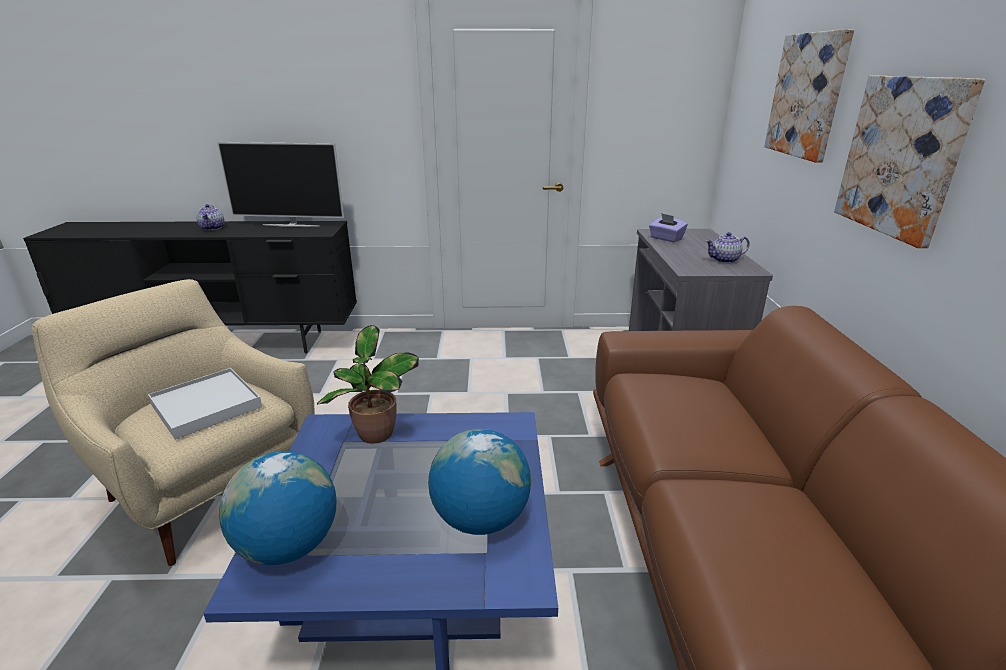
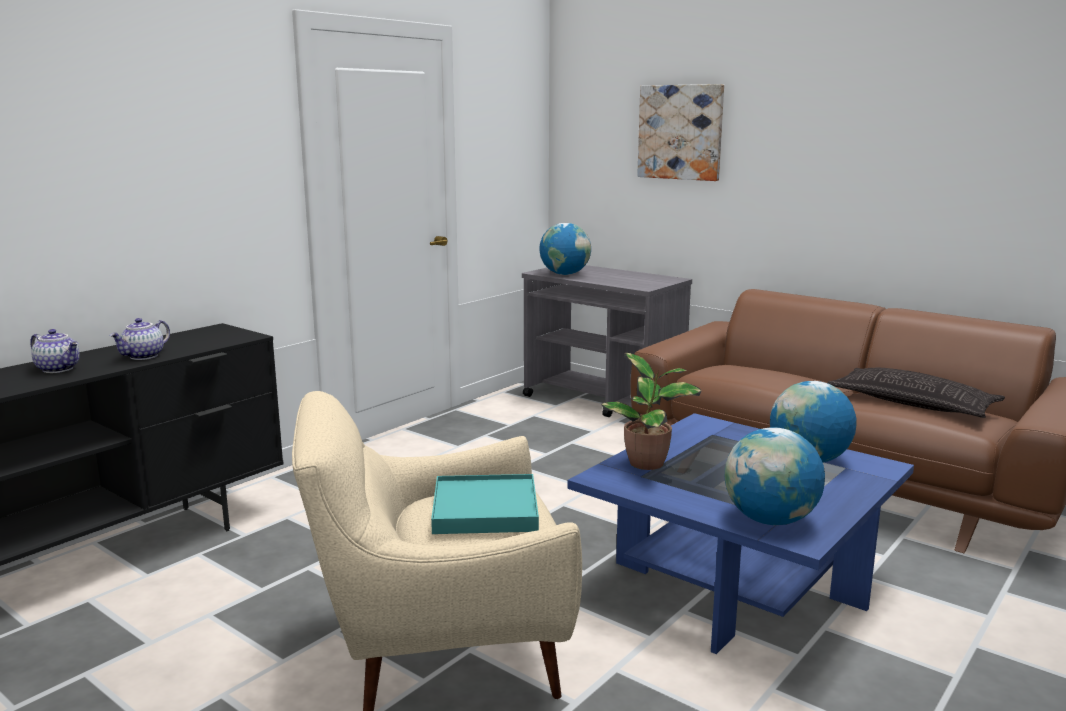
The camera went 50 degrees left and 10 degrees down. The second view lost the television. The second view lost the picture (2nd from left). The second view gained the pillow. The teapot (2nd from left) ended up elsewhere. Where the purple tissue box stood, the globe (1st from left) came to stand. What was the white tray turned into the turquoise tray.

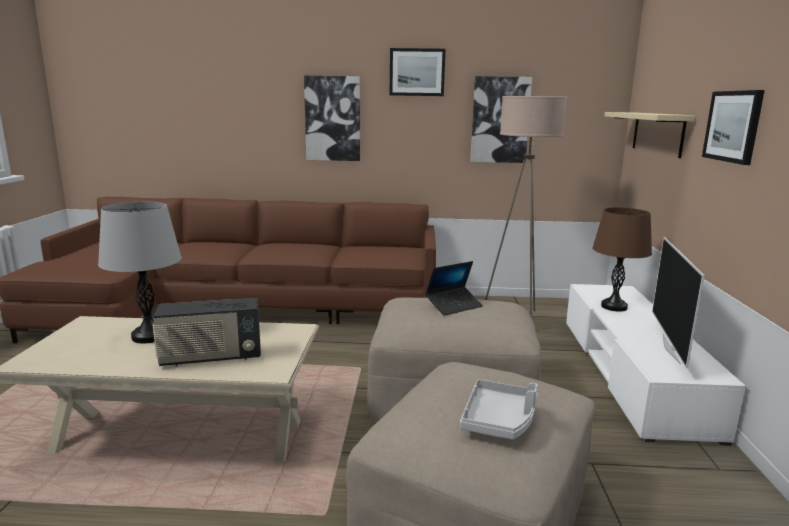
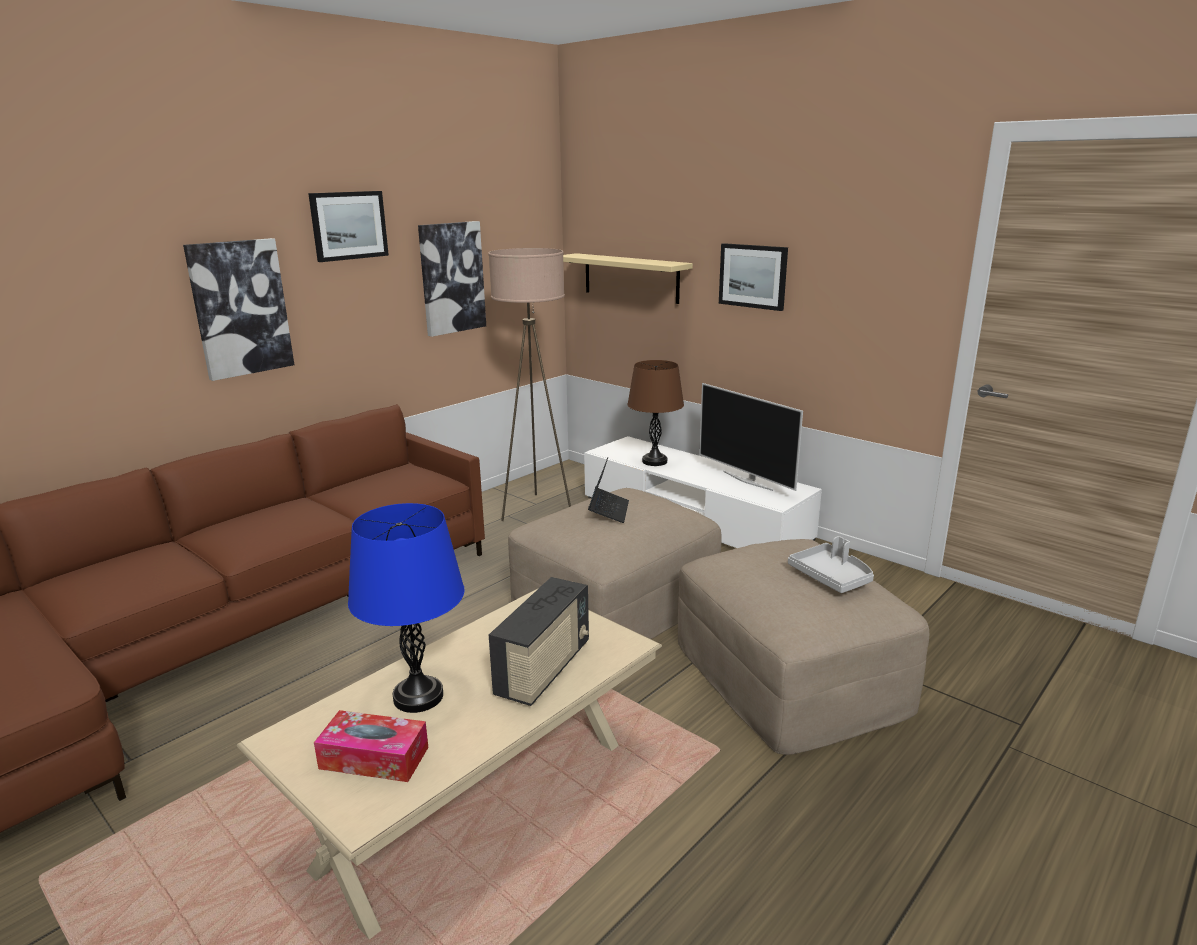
The camera went 50 degrees left and 5 degrees up. The second view gained the tissue box. What was the grey table lamp turned into the blue table lamp.

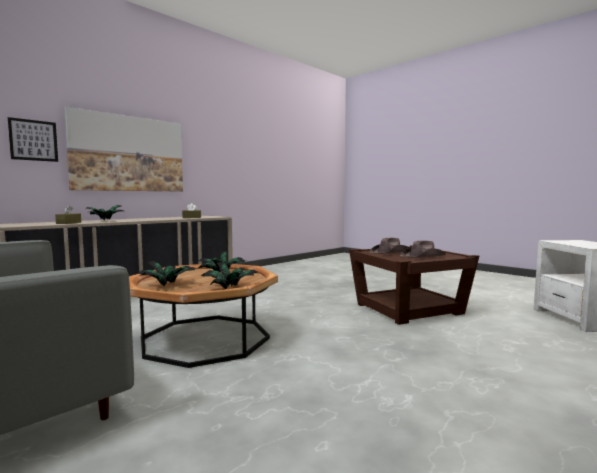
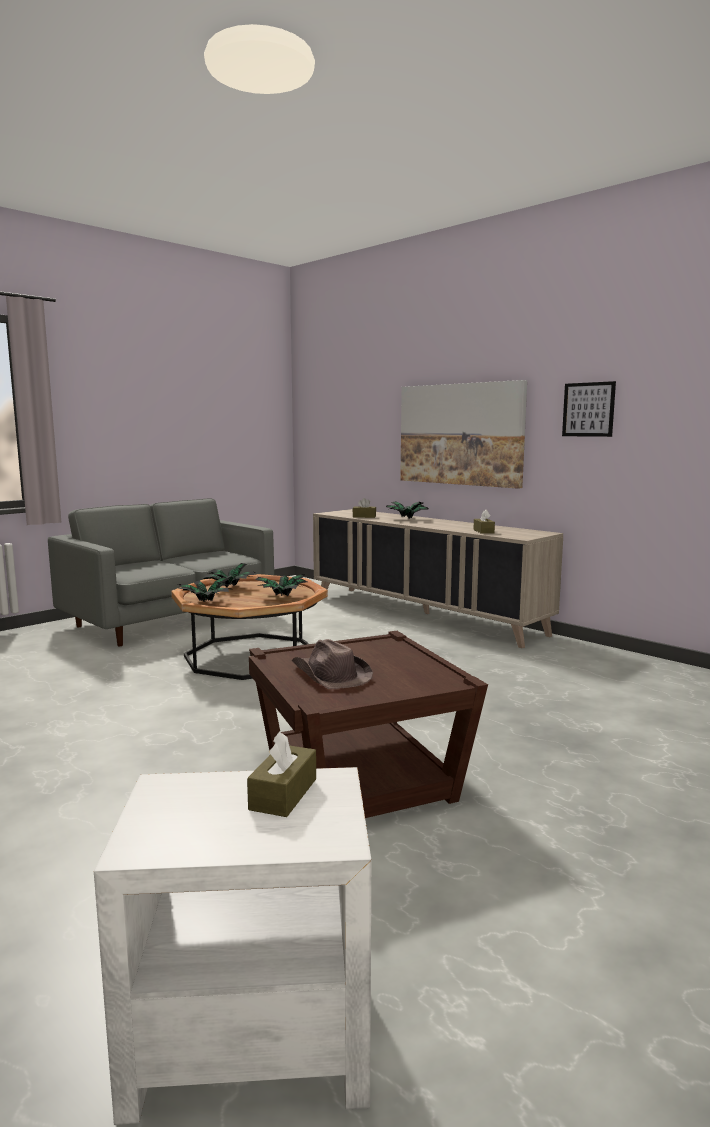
The camera went 90 degrees right and 5 degrees up. The second view lost the brown hat (1st from left). The second view gained the brown tissue box (1st from left). The picture (1st from left in the first image) ended up elsewhere.

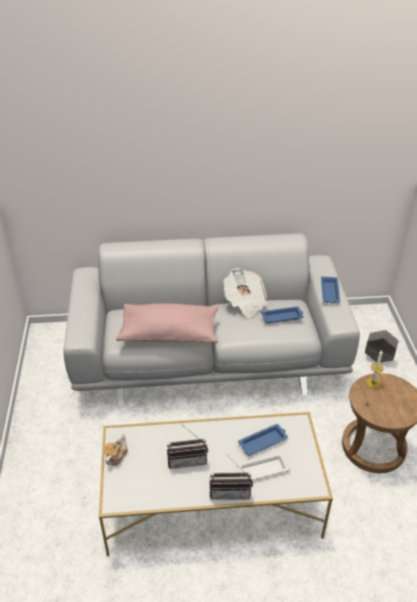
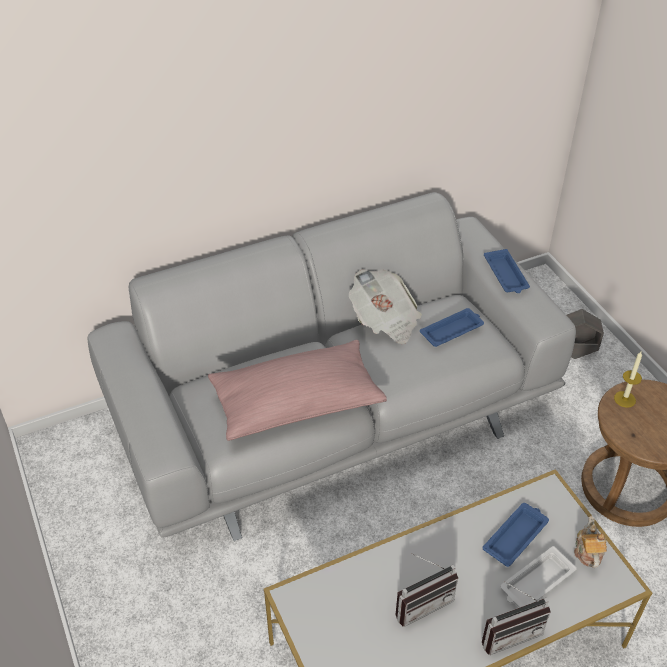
The camera went 20 degrees left and 5 degrees up. The teapot ended up elsewhere.

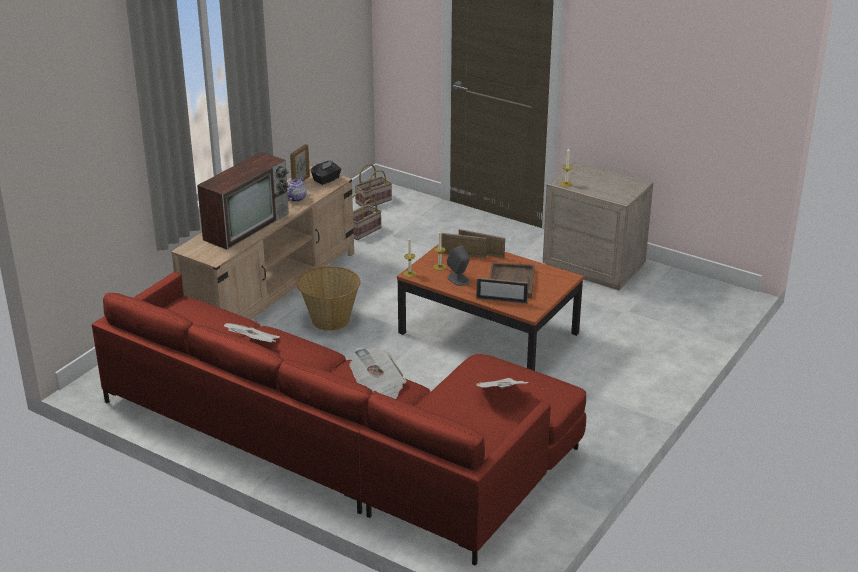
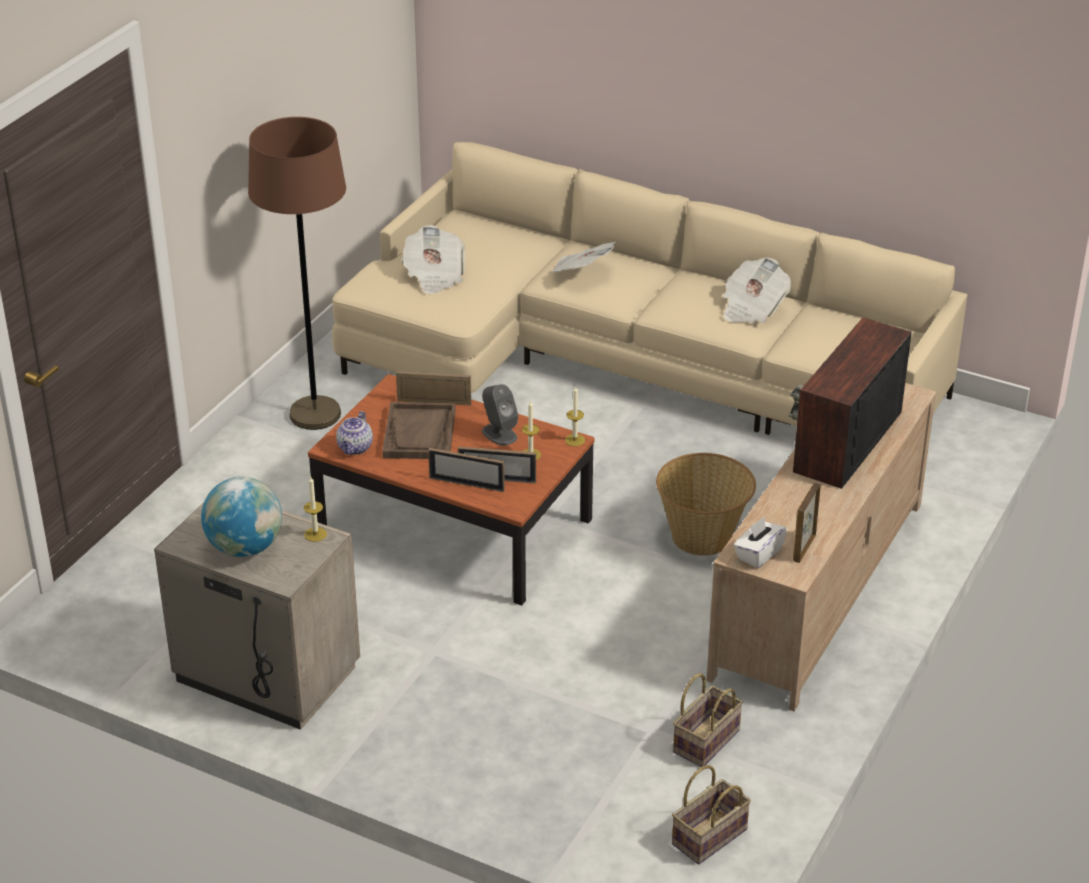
The camera went 175 degrees right and 5 degrees up. The second view gained the globe. The second view gained the brown floor lamp. The teapot ended up elsewhere. What was the red sofa turned into the beige sofa. What was the black tissue box turned into the white tissue box.

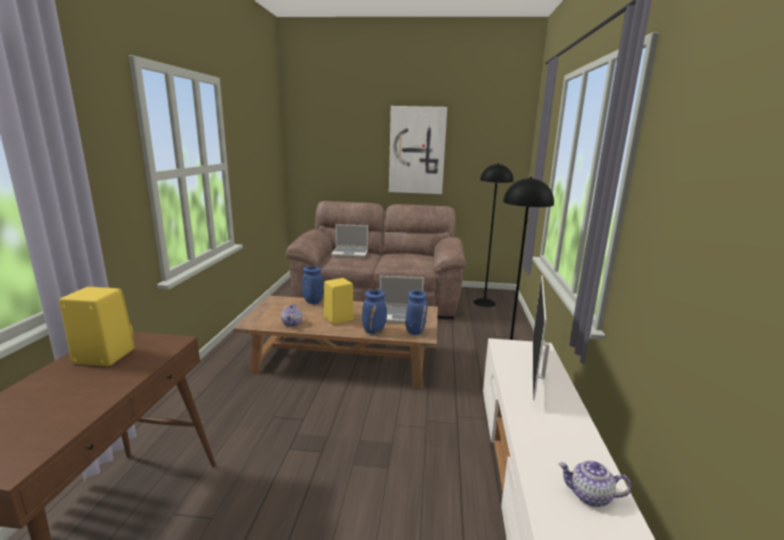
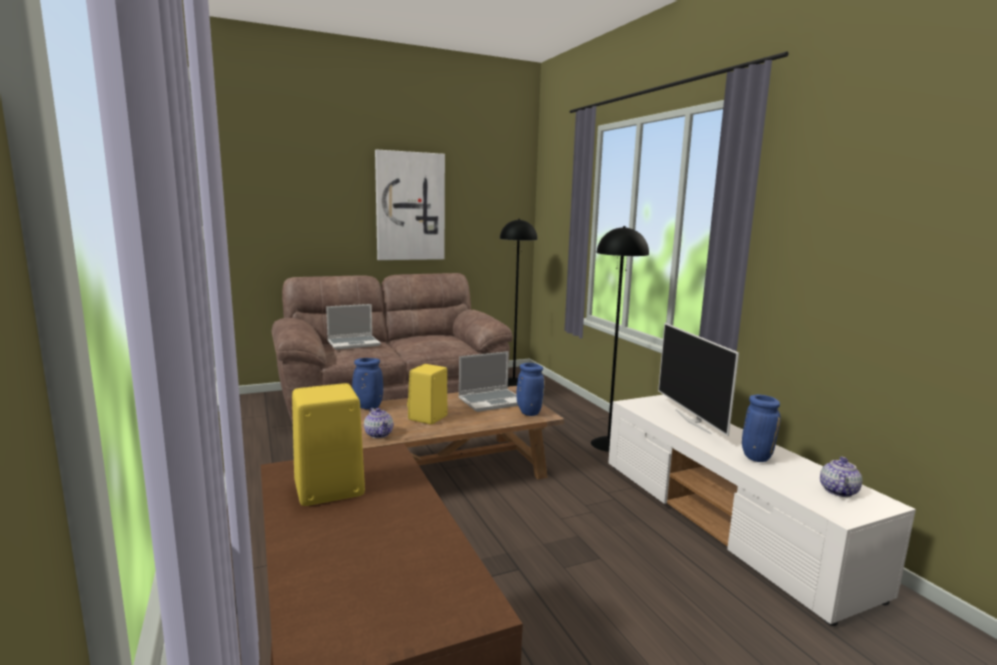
The camera went 30 degrees left and 5 degrees down. The blue vase (2nd from left in the first image) ended up elsewhere. The teapot (2nd from left) ended up facing another way, 135 degrees clockwise from before.

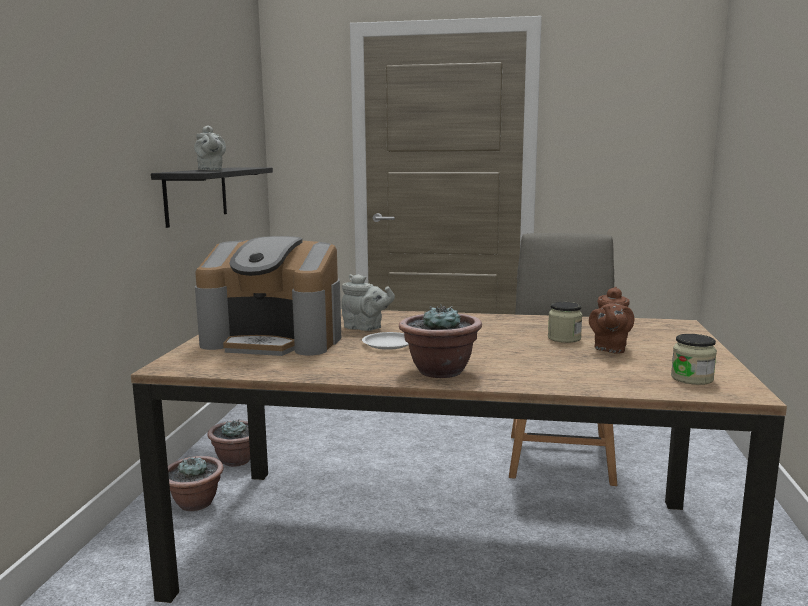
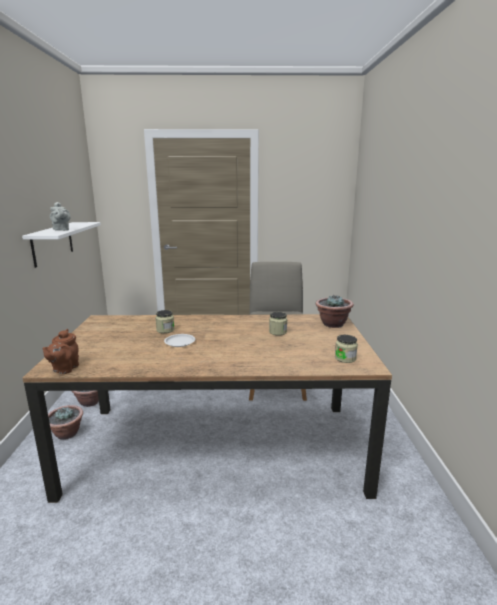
The camera went 10 degrees left and 5 degrees up. The second view lost the coffee machine. The potted plant (3rd from left) ended up elsewhere. The brown teapot ended up elsewhere. Where the grey teapot (2nd from left) stood, the jar (1st from left) came to stand. What was the black shelf turned into the white shelf.

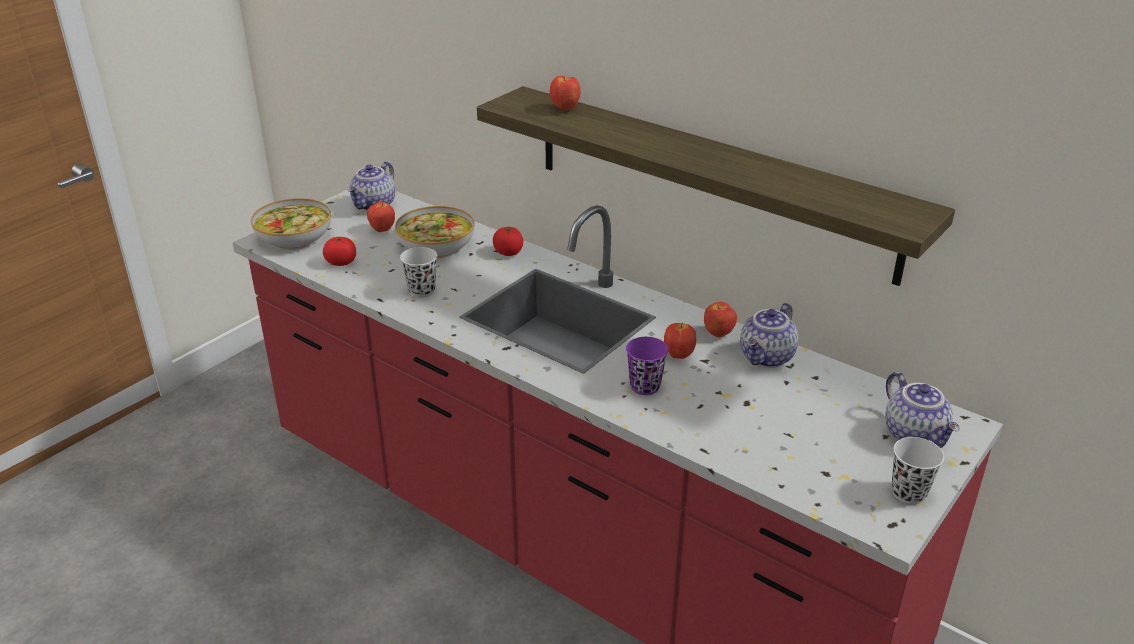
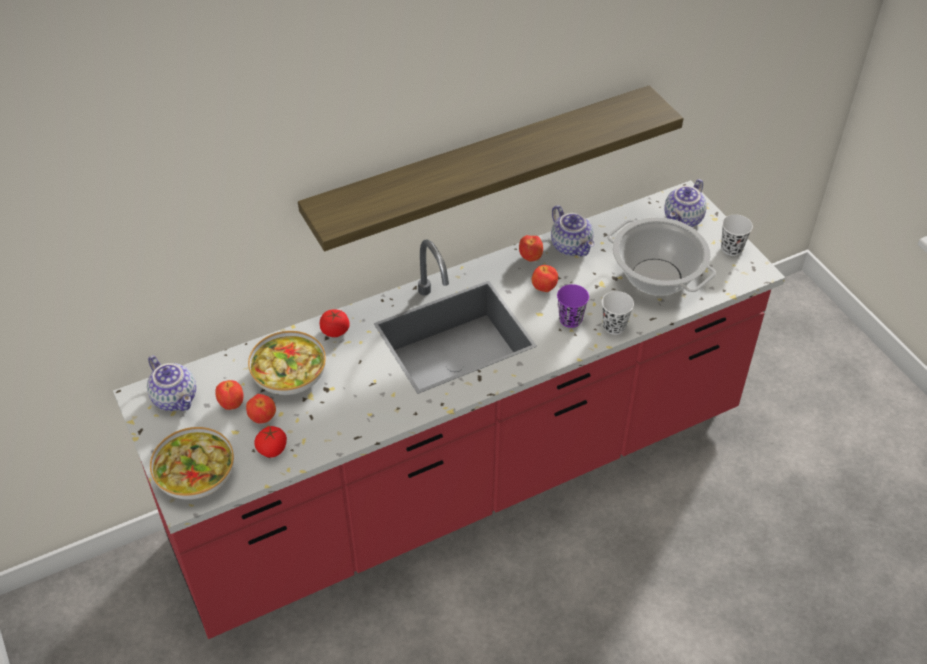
The camera went 65 degrees left and 15 degrees up. The second view gained the cooking pot. The white cup (1st from left) ended up elsewhere. The apple (2nd from left) ended up elsewhere. The teapot (3rd from left) ended up facing another way, 120 degrees clockwise from before.

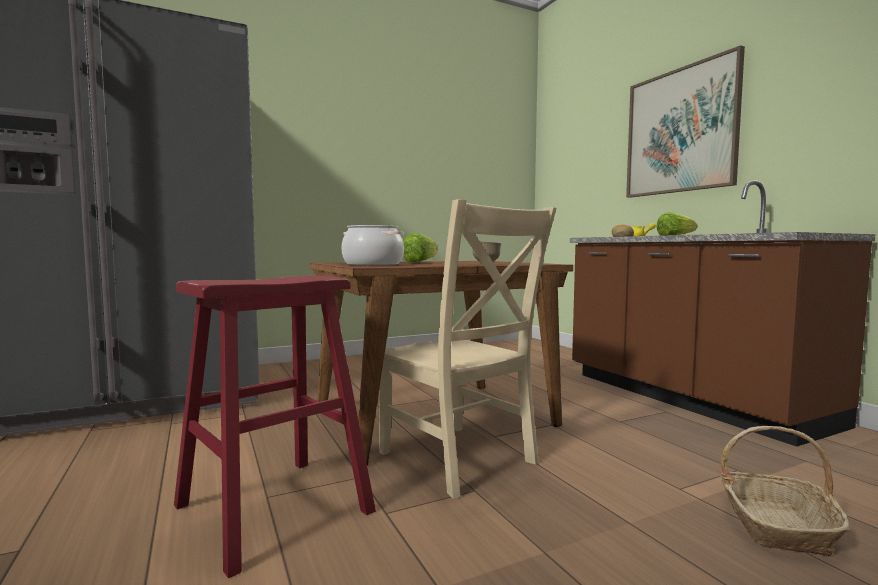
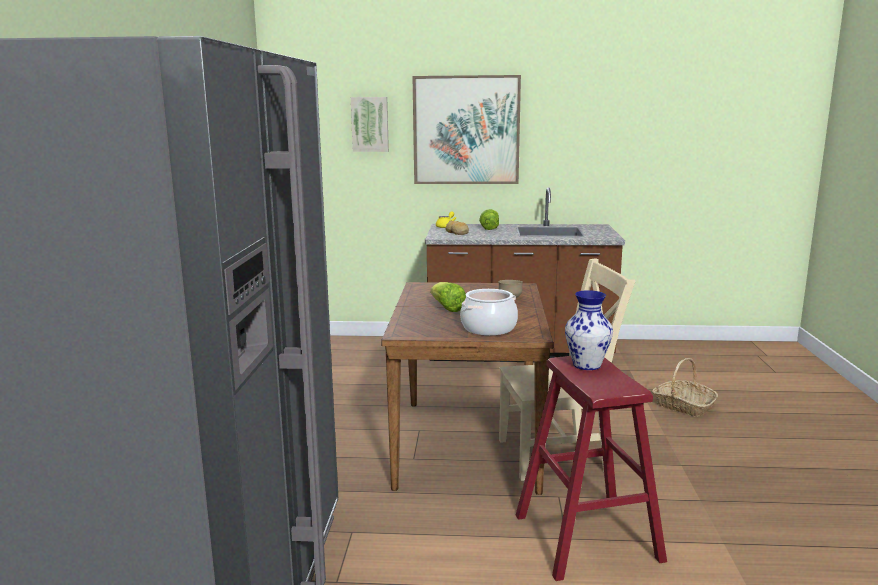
The camera went 60 degrees left and 10 degrees up. The second view gained the picture (1st from left). The second view gained the vase.

